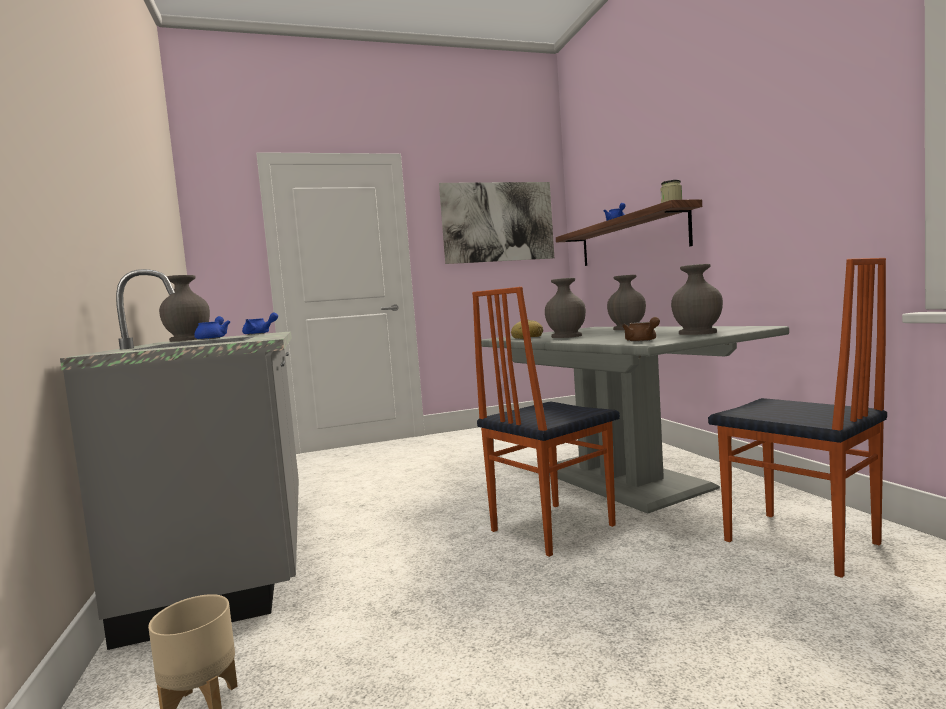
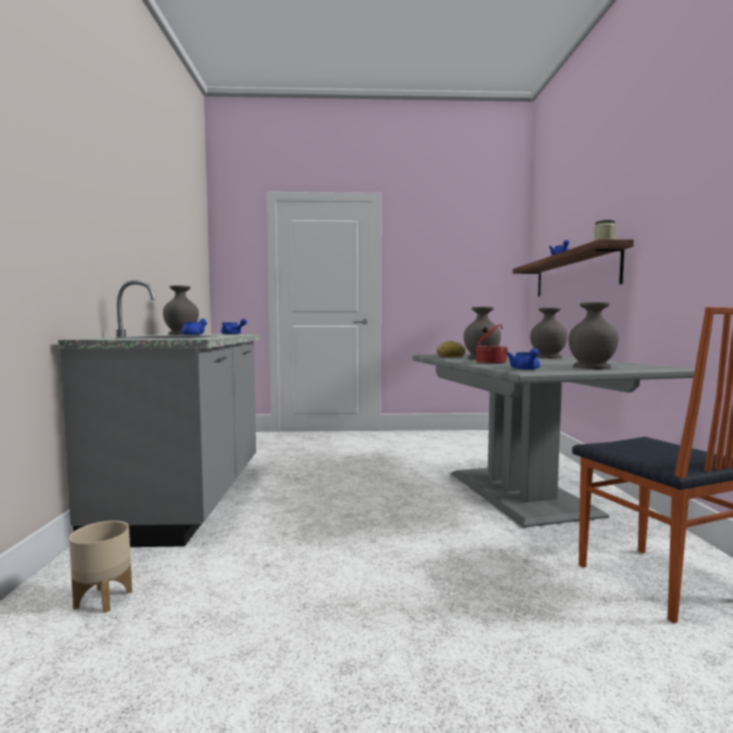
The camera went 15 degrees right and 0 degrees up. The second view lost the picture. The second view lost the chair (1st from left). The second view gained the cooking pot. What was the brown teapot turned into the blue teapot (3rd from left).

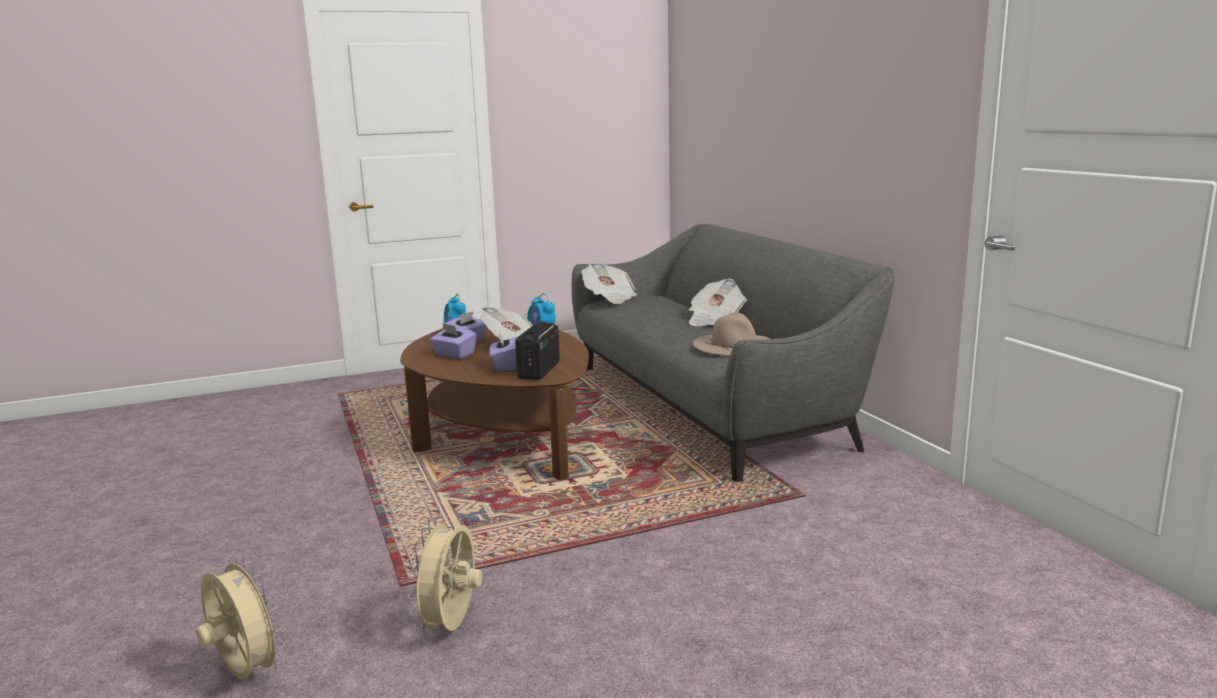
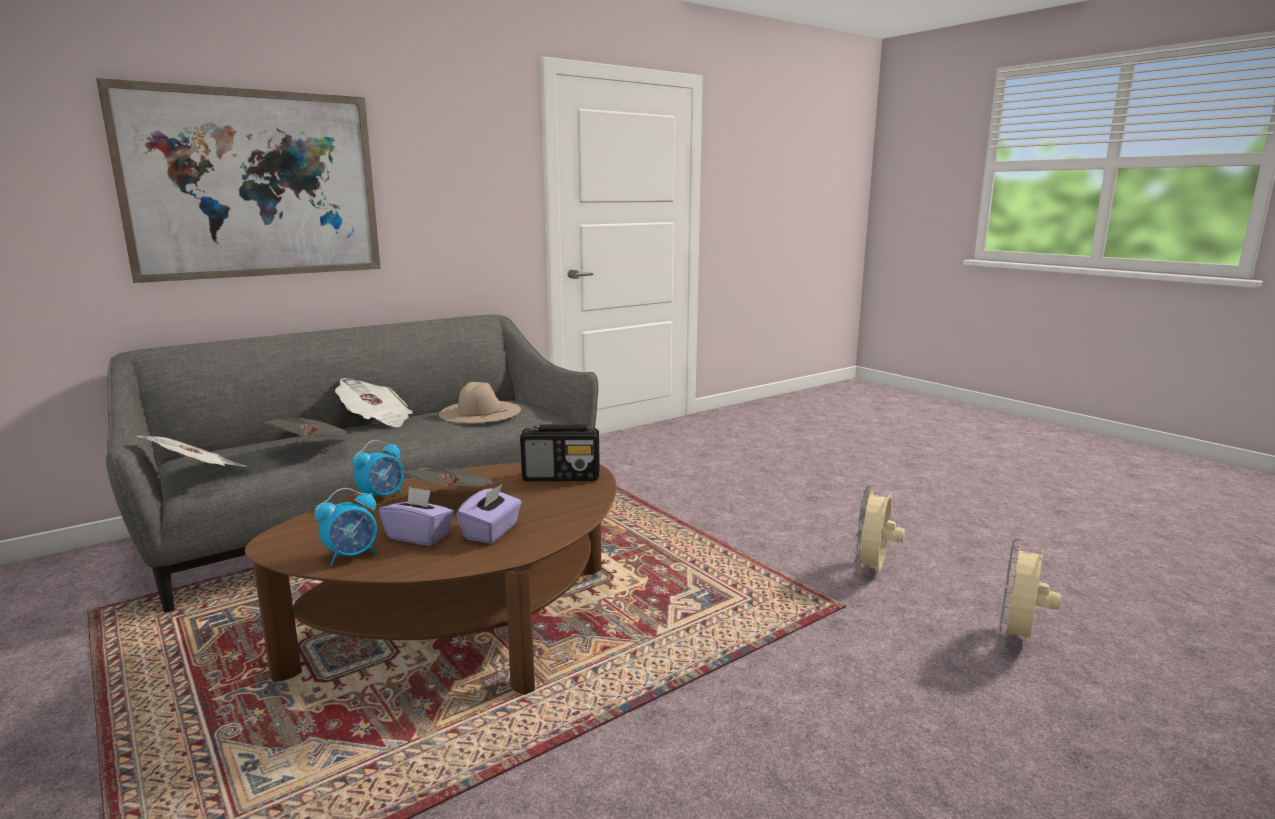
The camera went 105 degrees left and 0 degrees up. The second view lost the purple tissue box (3rd from left). The second view gained the picture. The second view gained the newspaper (2nd from left). The beige fan (2nd from left in the first image) ended up facing another way, 120 degrees clockwise from before.

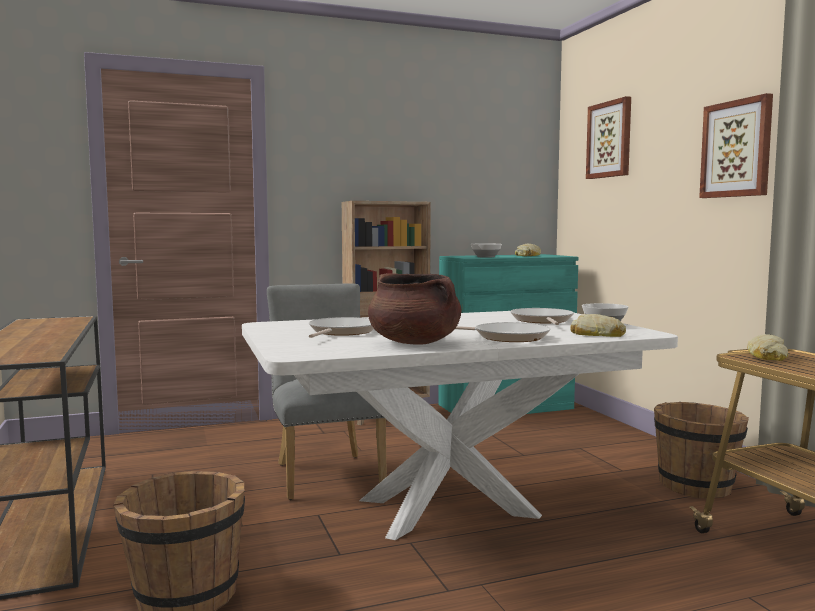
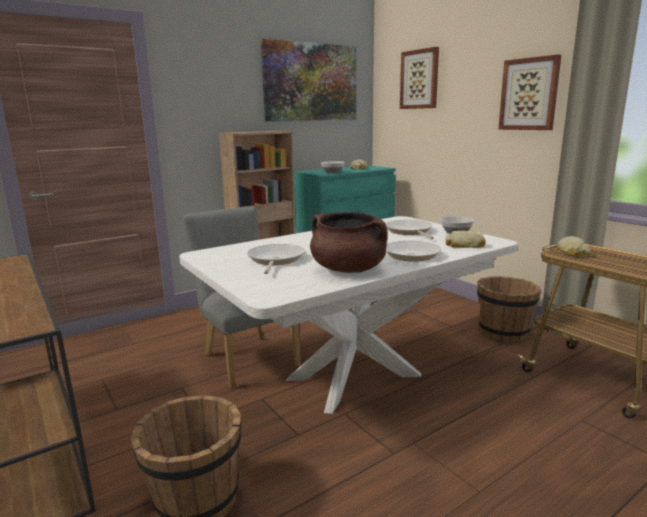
The camera went 15 degrees left and 10 degrees up. The second view gained the picture (1st from left).

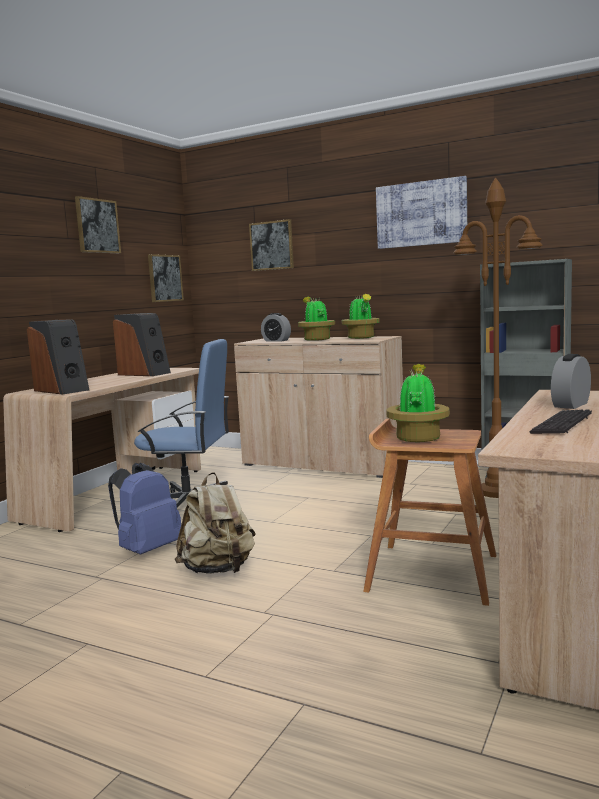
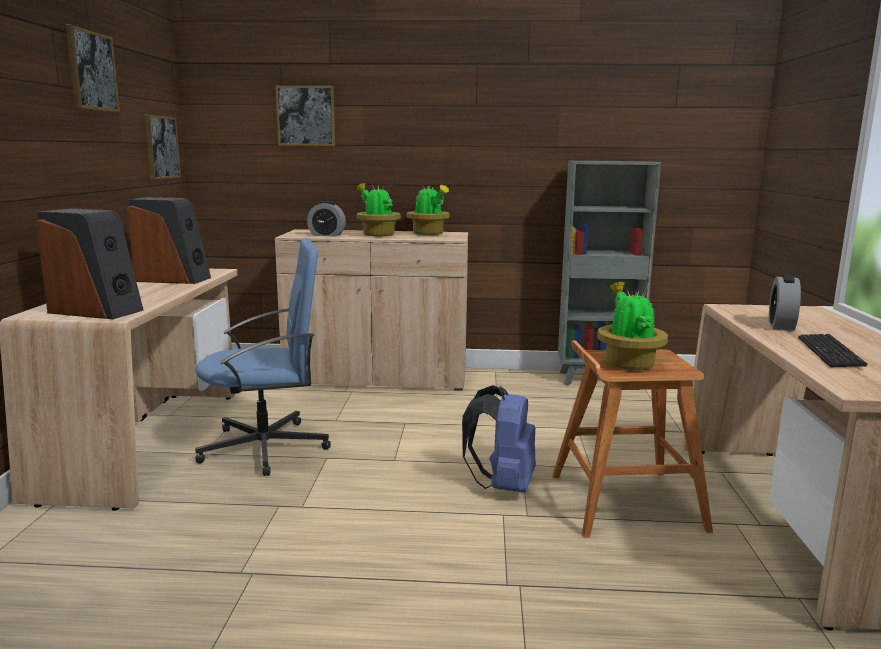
The camera went 25 degrees left and 5 degrees up. The second view lost the beige backpack. The second view lost the picture (4th from left). The second view lost the brown floor lamp. The blue backpack ended up elsewhere.

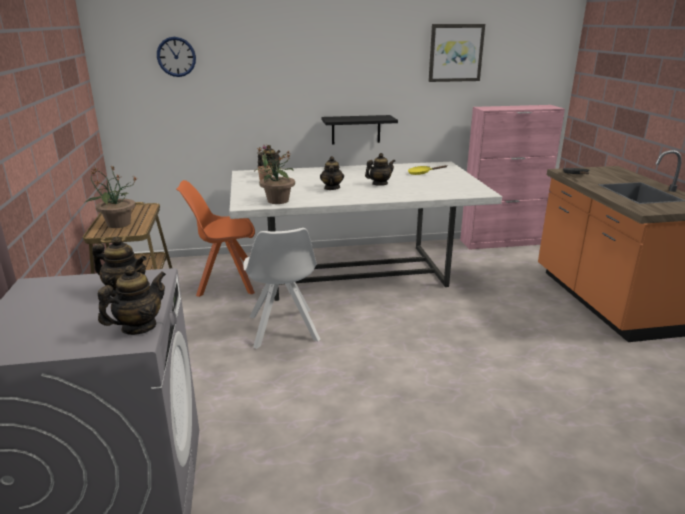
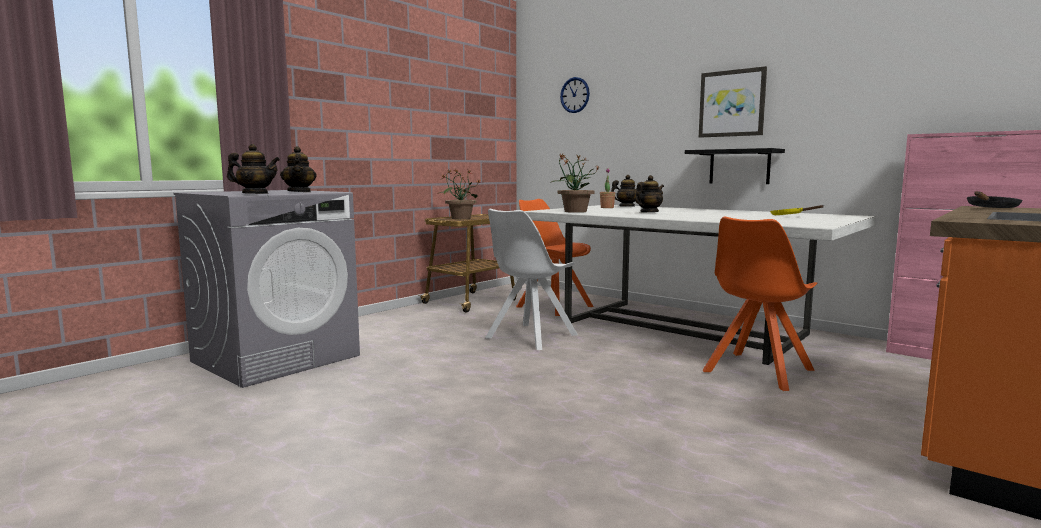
The camera went 50 degrees right and 15 degrees down. The second view lost the teapot (5th from left). The second view gained the orange chair (2nd from left). The picture ended up elsewhere.

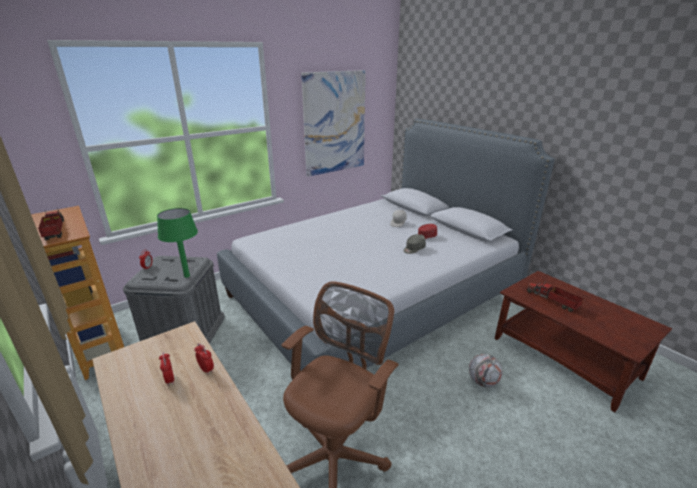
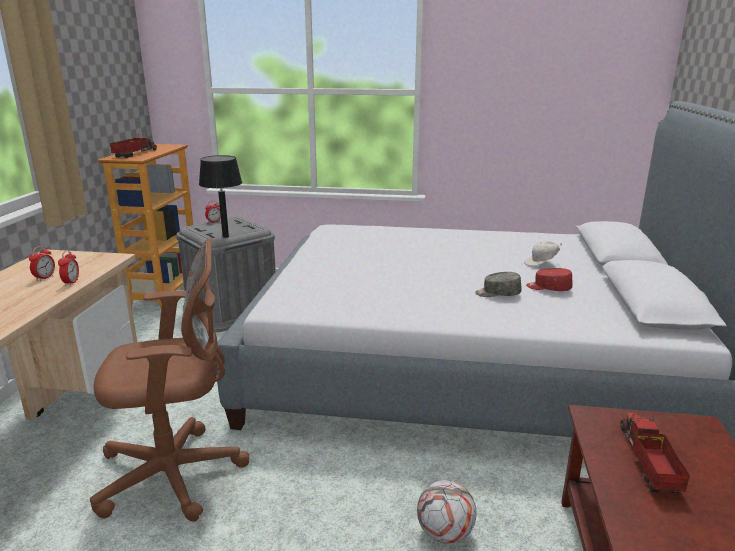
The camera went 45 degrees right and 5 degrees down. The second view lost the picture. What was the green table lamp turned into the black table lamp.

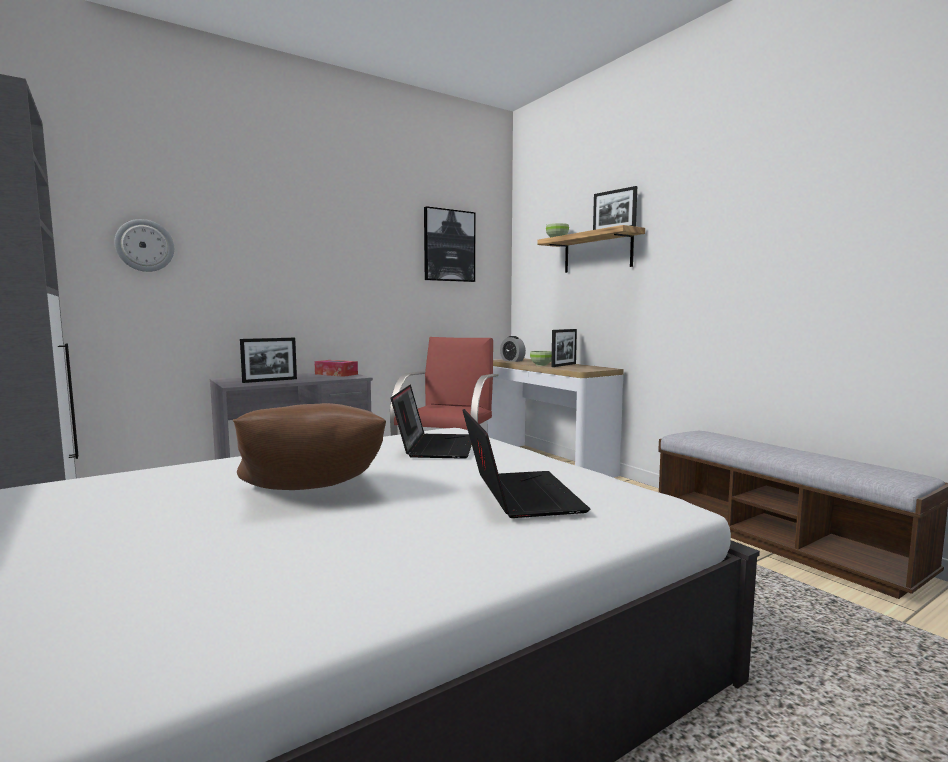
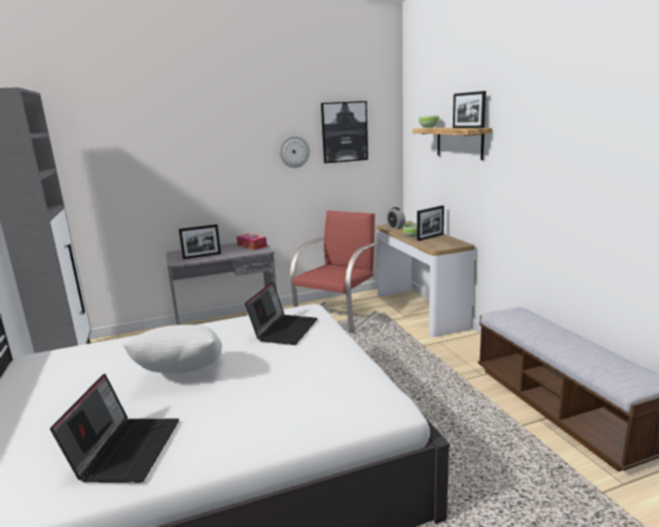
The camera went 15 degrees right and 10 degrees up. The wall clock ended up elsewhere. The laptop (2nd from left in the first image) ended up elsewhere. What was the brown pillow turned into the white pillow.

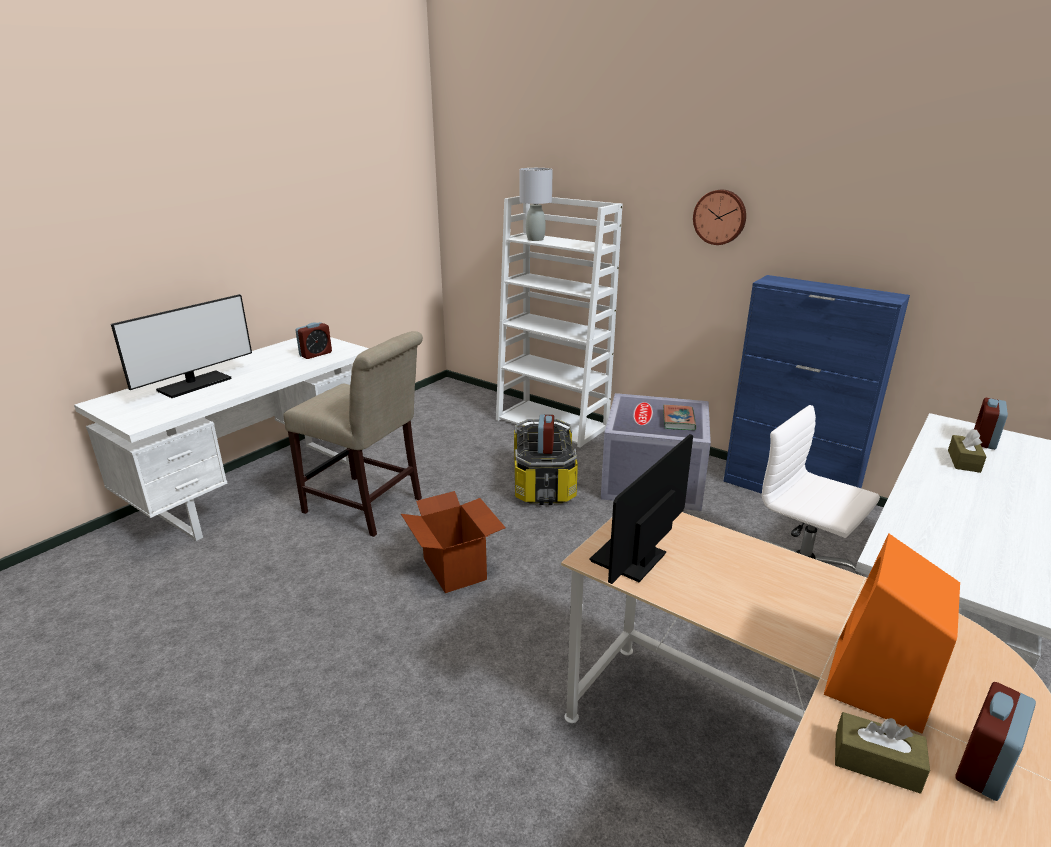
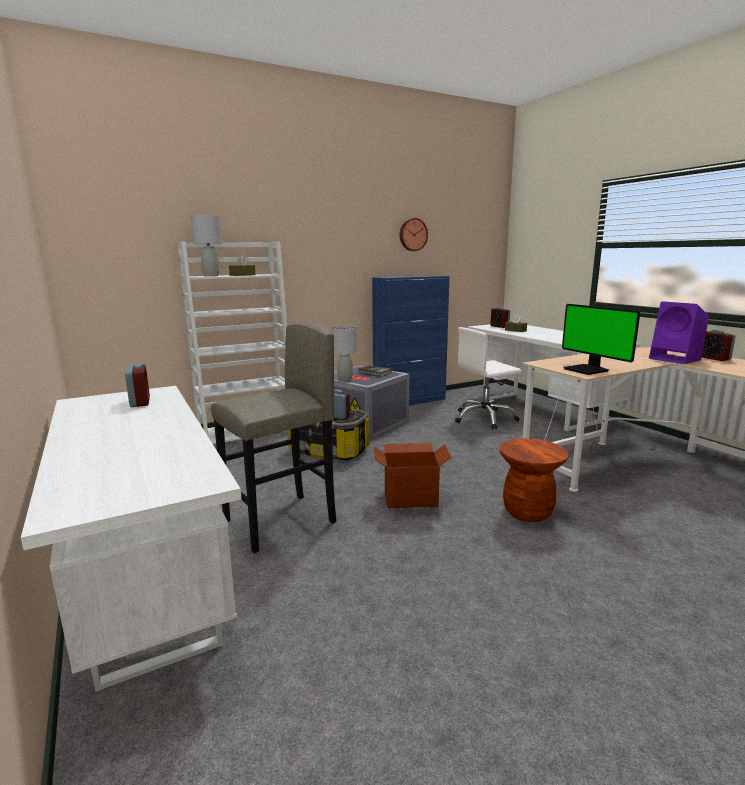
The camera went 65 degrees left and 10 degrees down. The second view lost the monitor (1st from left). The second view gained the grey table lamp (2nd from left). The second view gained the brown stool. The wall clock ended up elsewhere. The brown tissue box (1st from left) ended up elsewhere. Where the beige chair stood, the grey stool came to stand. What was the orange speaker turned into the purple speaker.

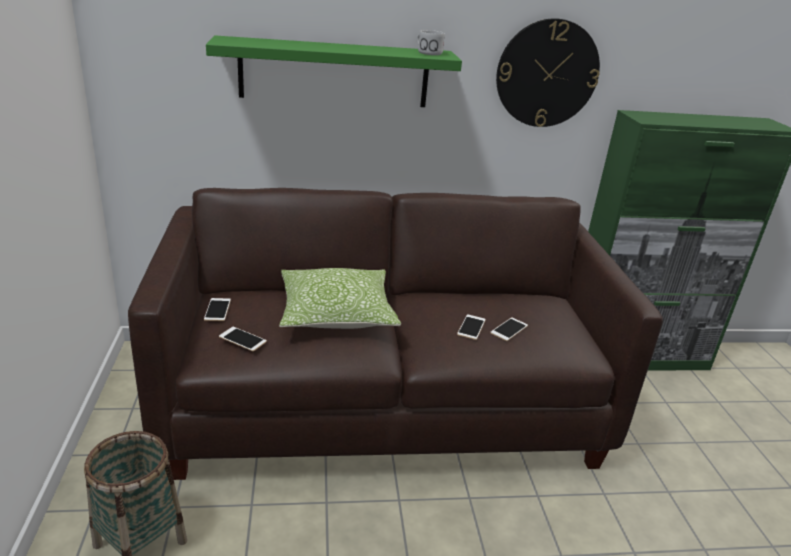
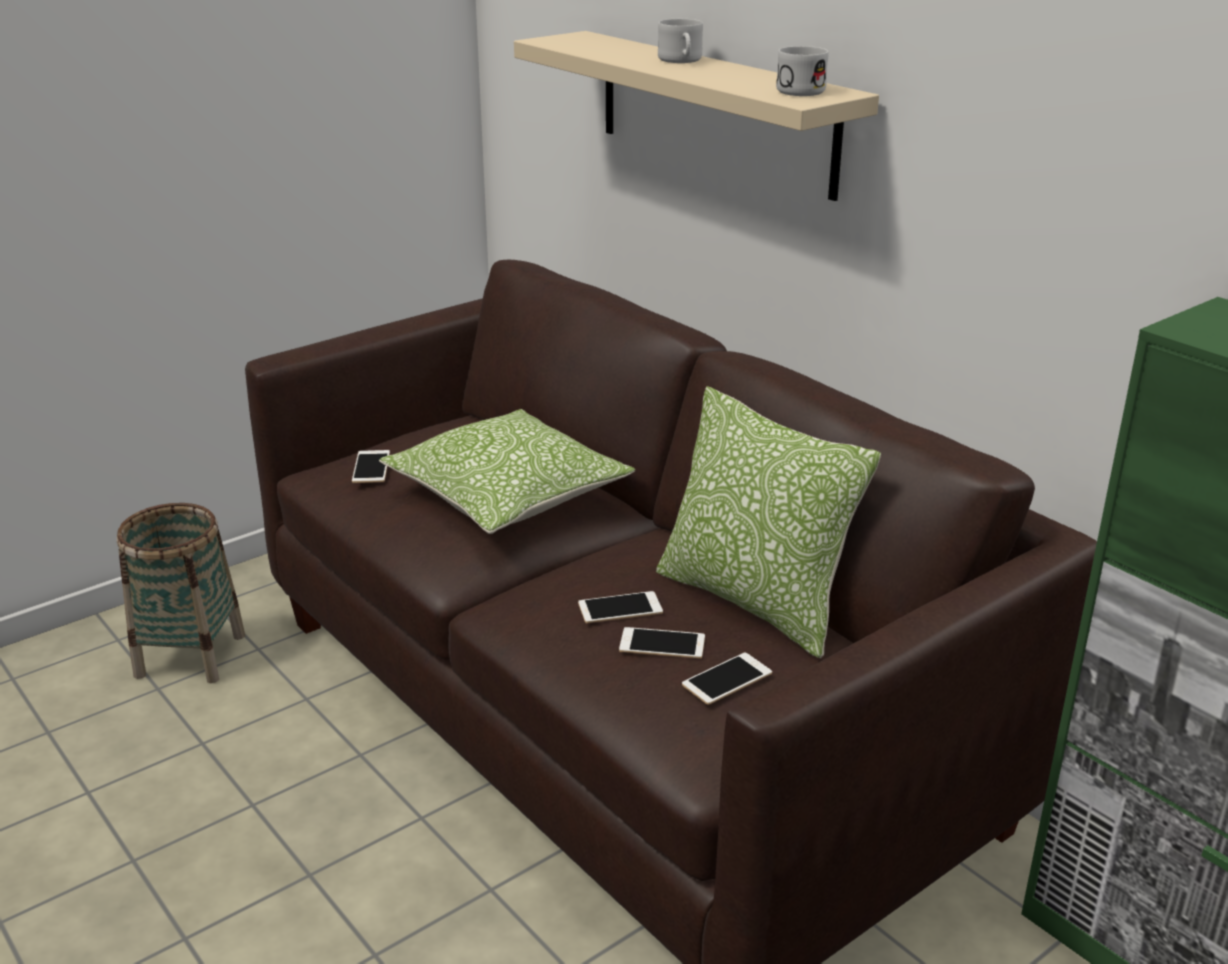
The camera went 60 degrees right and 0 degrees up. The second view lost the wall clock. The second view gained the pillow (2nd from left). The second view gained the white mug (1st from left). The phone (1st from left in the first image) ended up elsewhere. What was the green shelf turned into the beige shelf.

